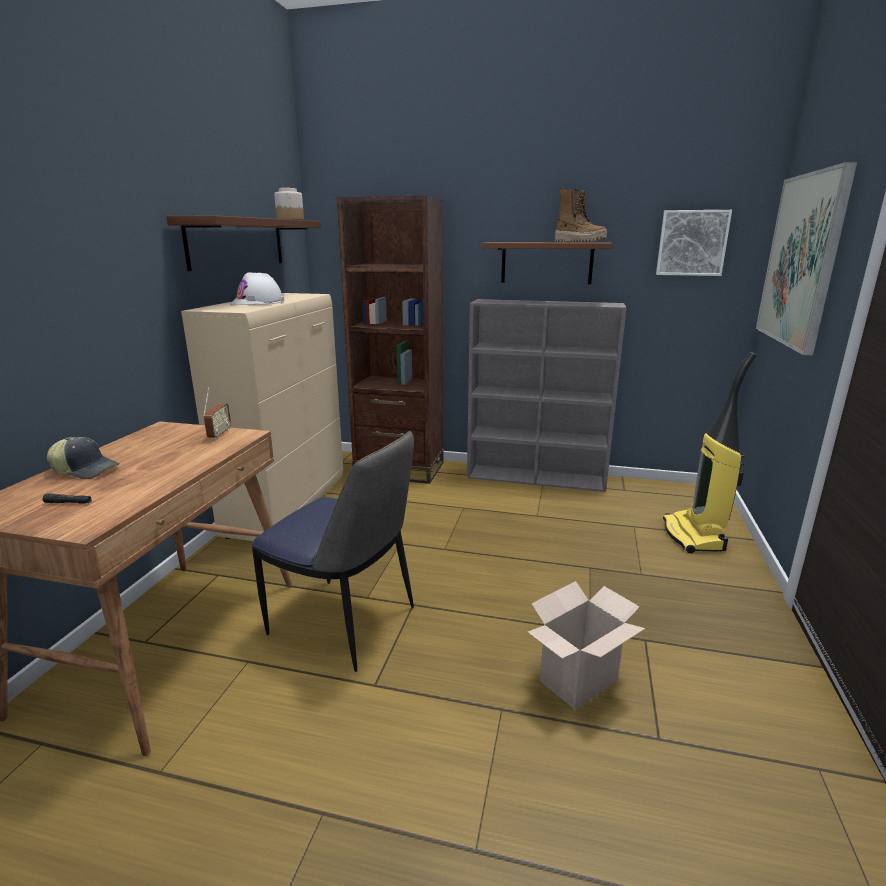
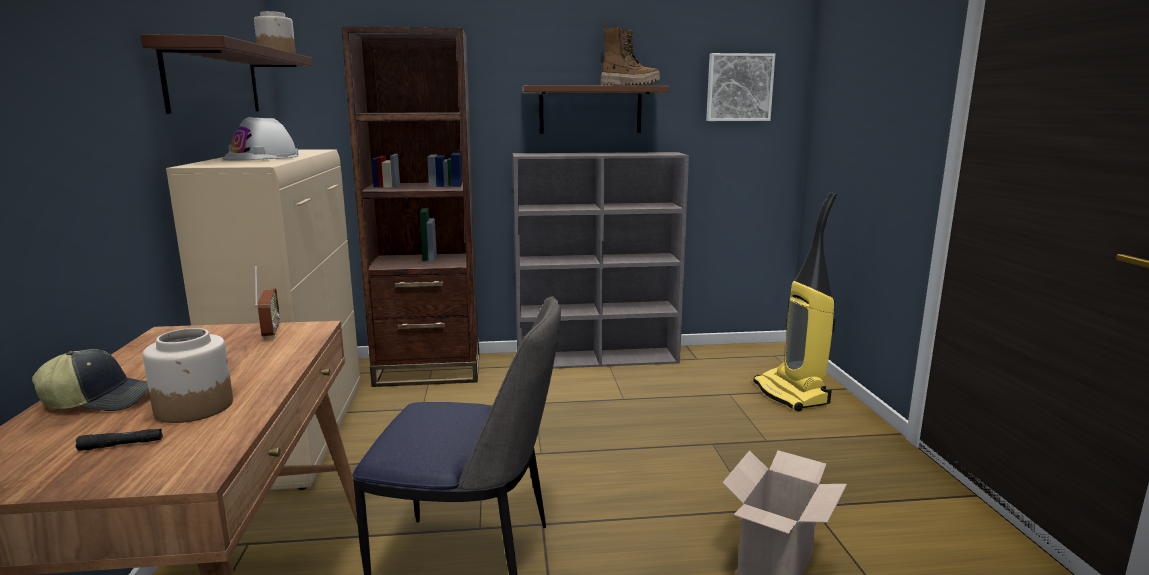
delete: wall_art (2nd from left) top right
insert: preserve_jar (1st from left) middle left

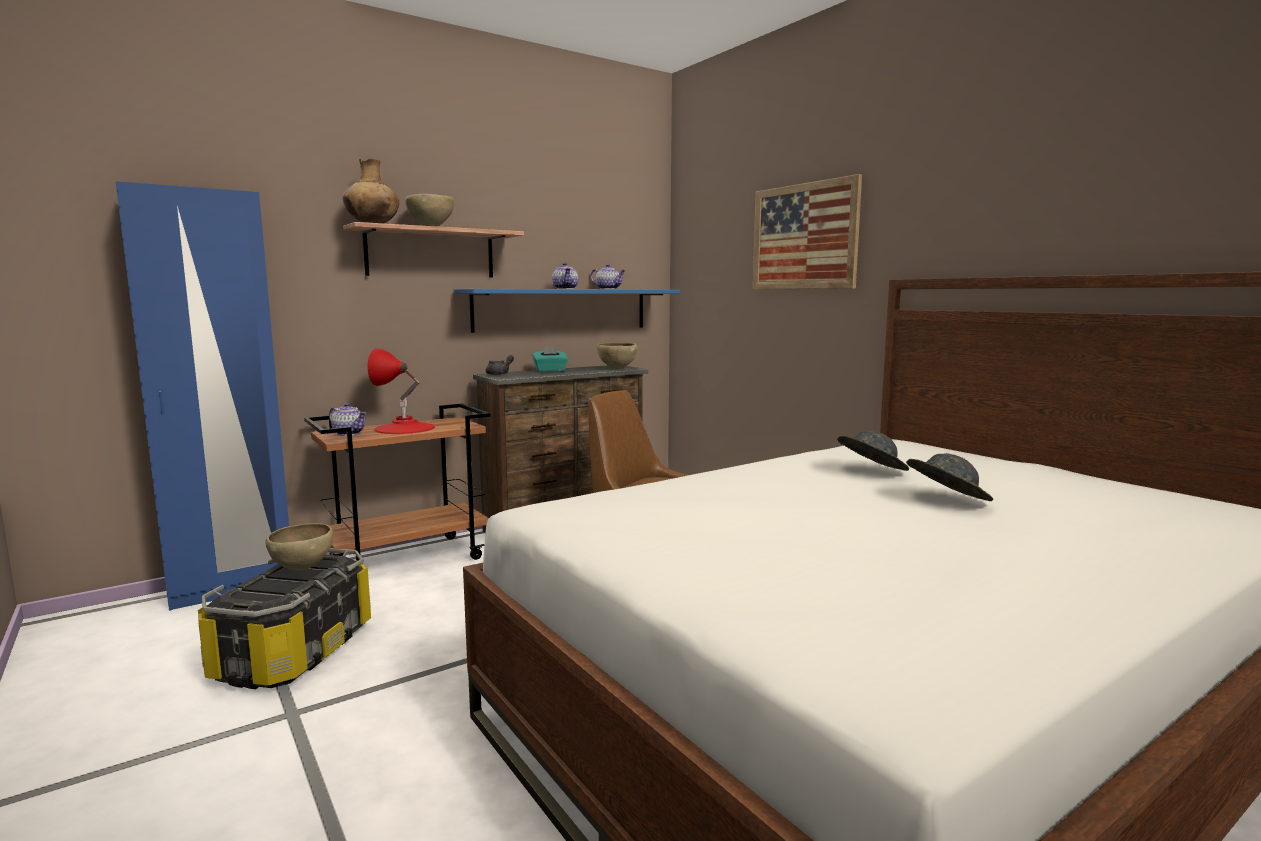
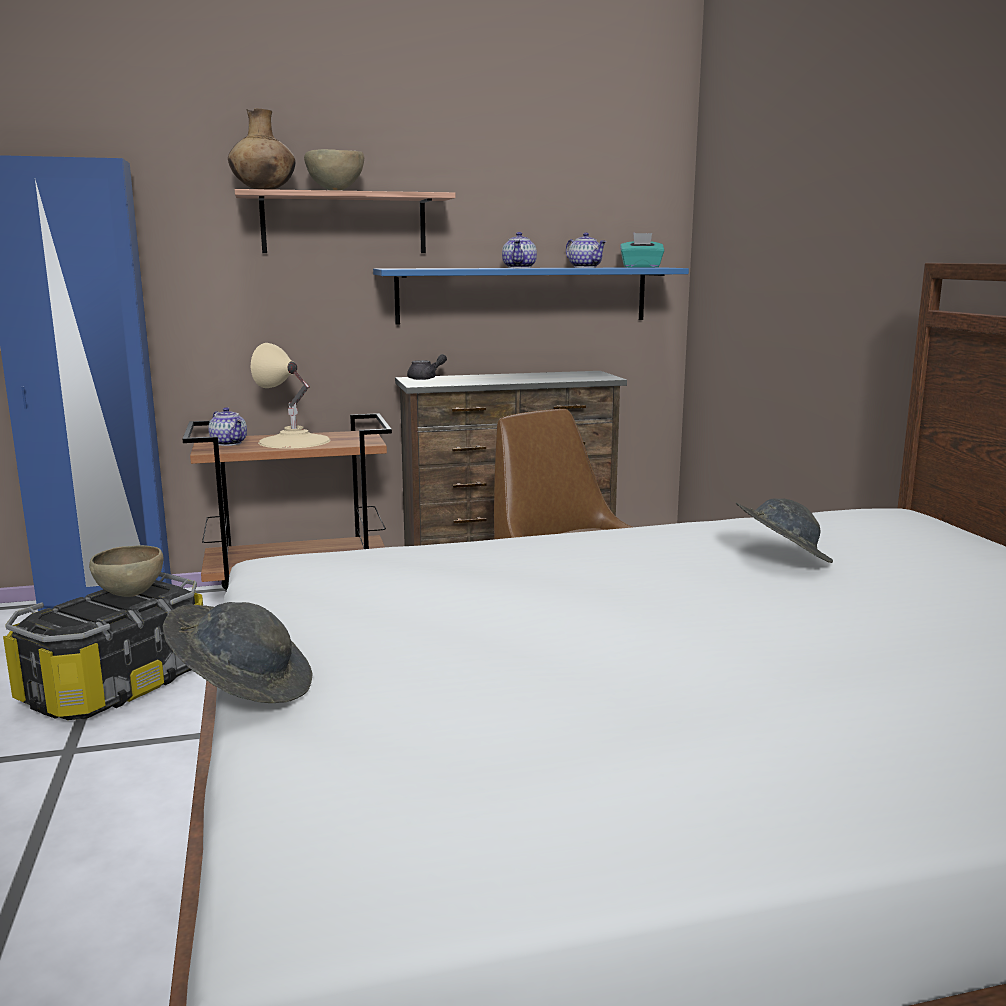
delete: wall_art top centre; brown_deep_dish (3rd from left) centre
move: blue-green_tissue_box centre to top centre; gray_wearable_hat (2nd from left in the first image) middle right to gray_wearable_hat (1st from left) middle left
recolor: red-coloured_table_lamp middle left to beige-coloured_table_lamp middle left

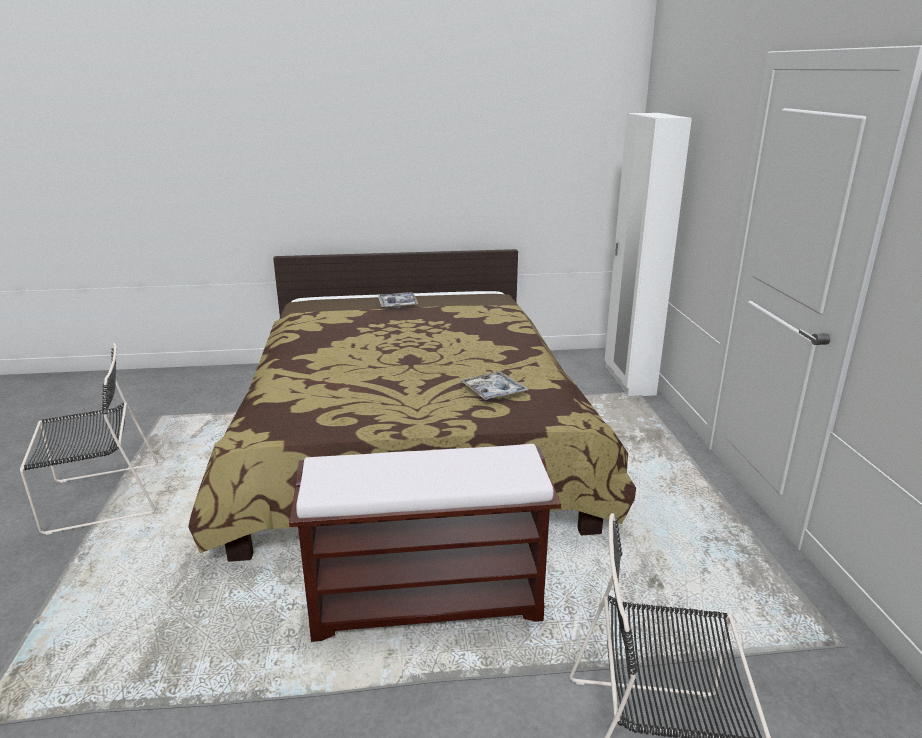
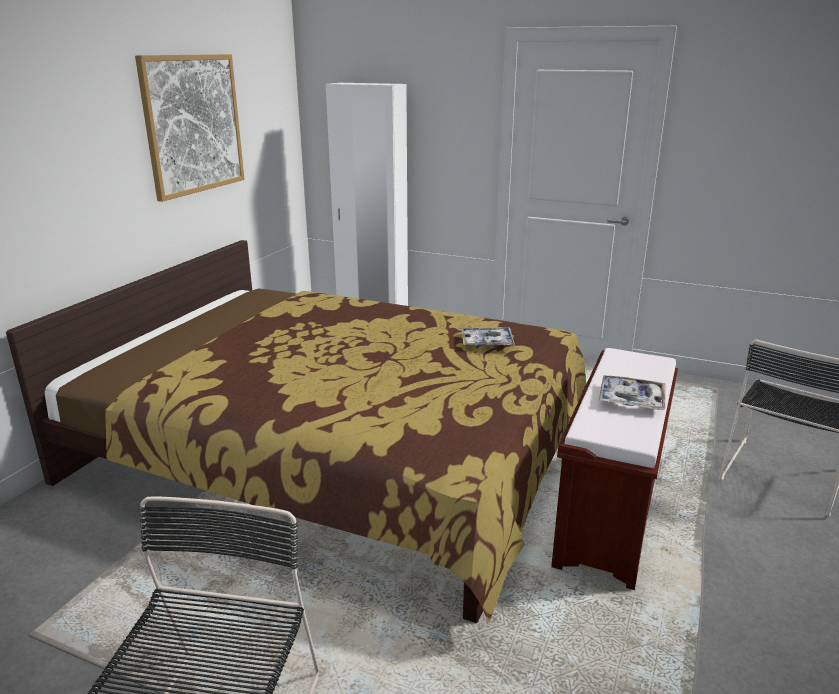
insert: wall_art top left
move: tray (1st from left in the first image) centre to tray (2nd from left) middle right

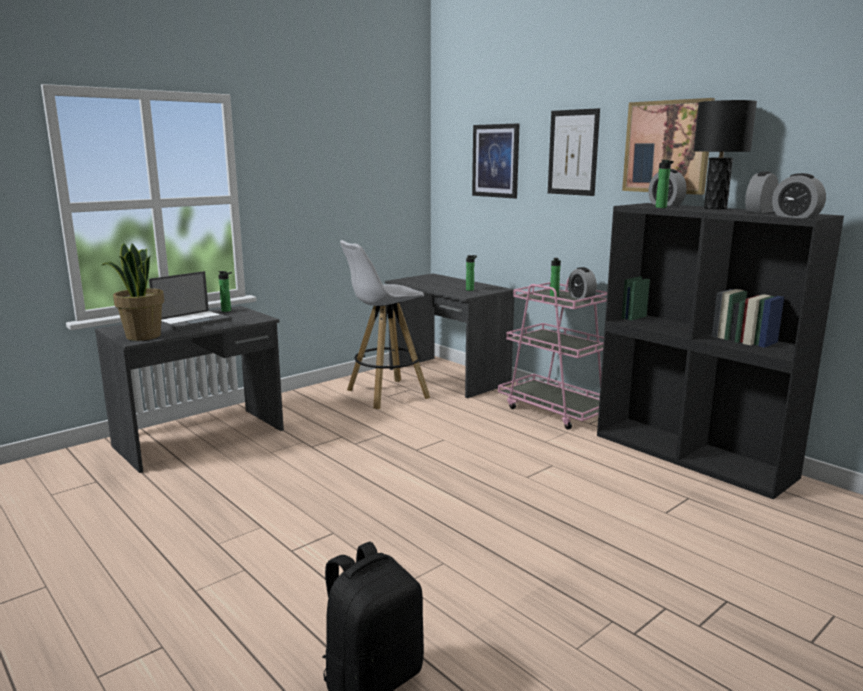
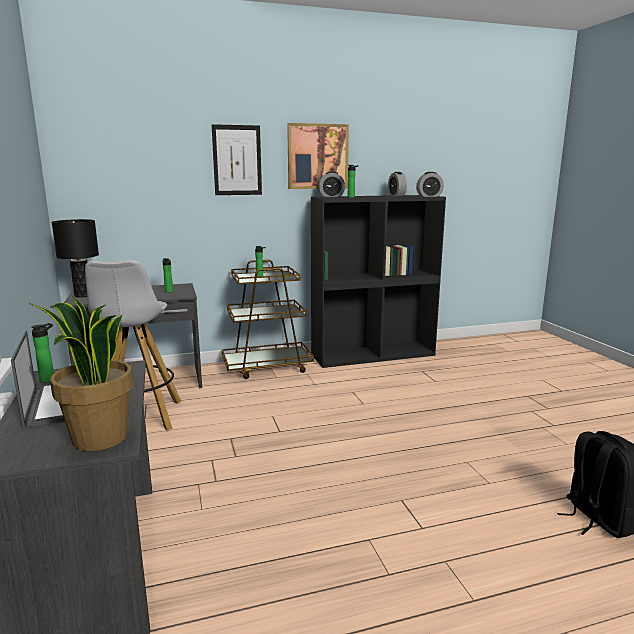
delete: wall_art (1st from left) top centre; bedside_clock (1st from left) middle right
move: blackish_table_lamp top right to middle left
recolor: pink_trolley centre to brown_trolley centre

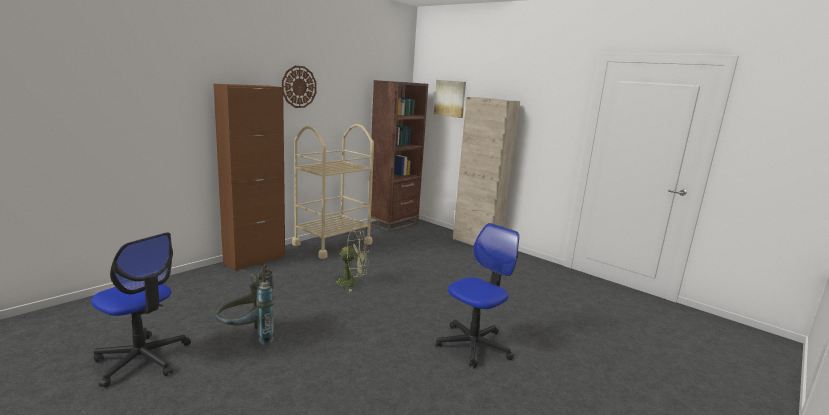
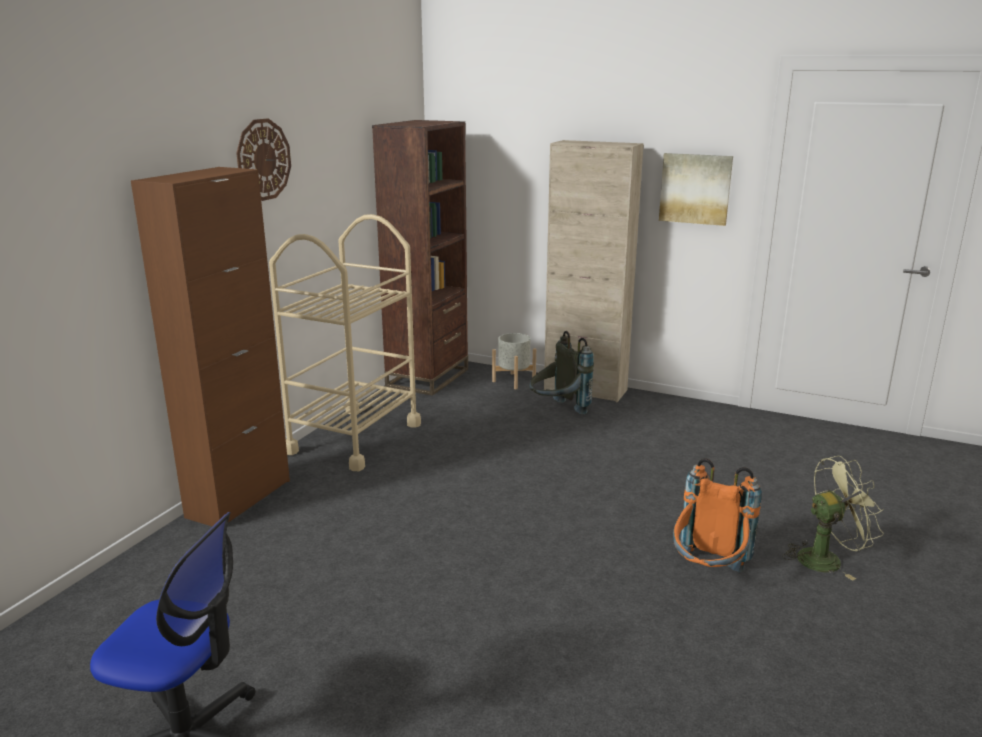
insert: gray_planter centre
move: wall_art top centre to top right; green-coloured_fan centre to bottom right; gray_backpack bottom left to centre
replace: office_chair (2nd from left) bottom centre to orangey_backpack bottom right

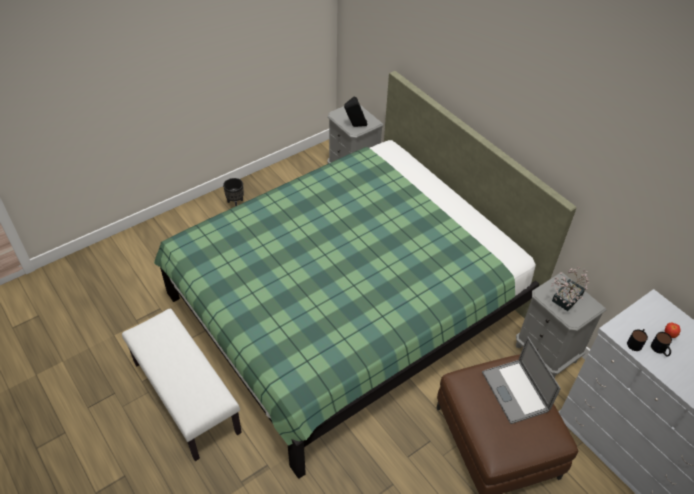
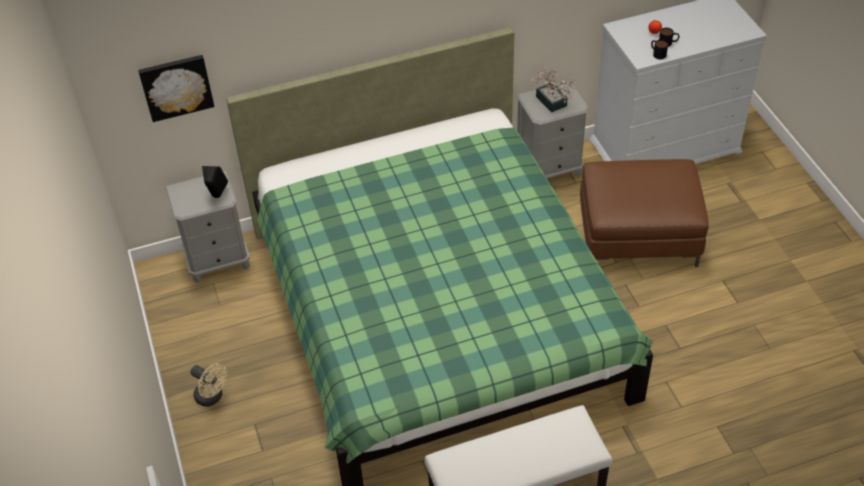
delete: portable_computer bottom right
insert: wall_art top left
replace: blackish_planter centre to beige-coloured_fan bottom left

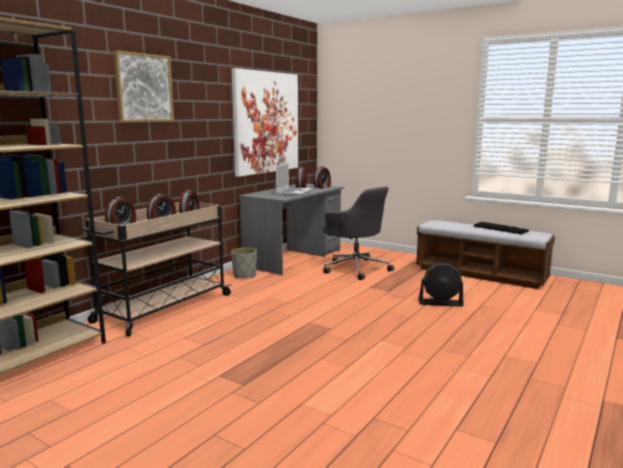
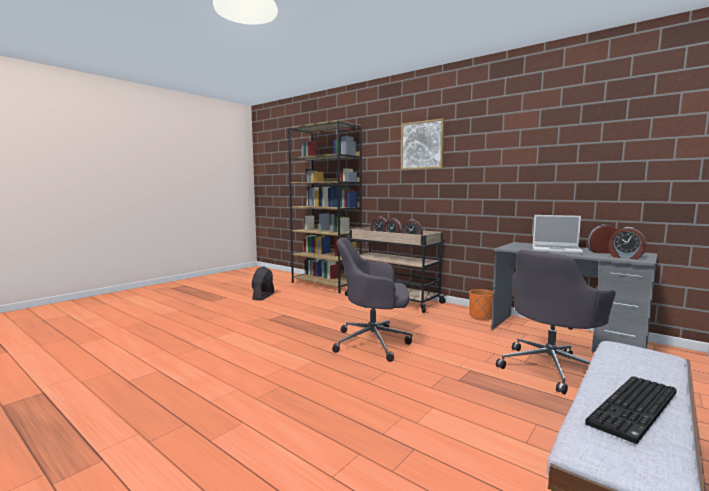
delete: wall_art (2nd from left) top centre
insert: gray_office_chair (1st from left) centre
move: blackish_fan middle right to centre
recolor: gray_planter centre to orangey_planter middle right

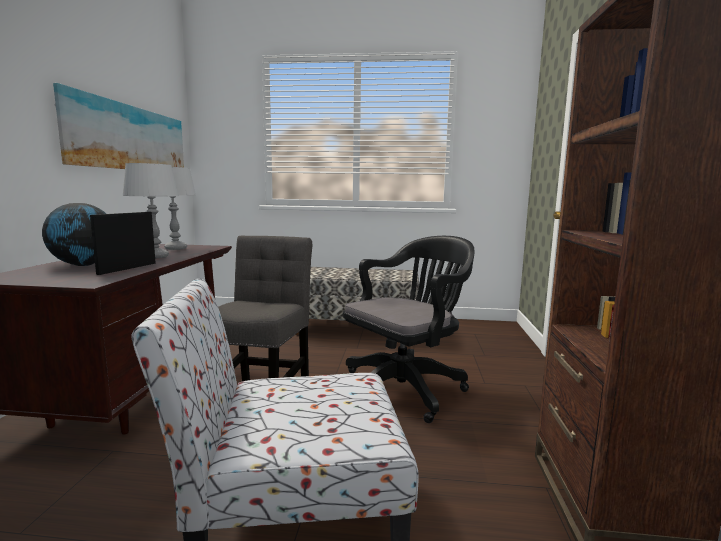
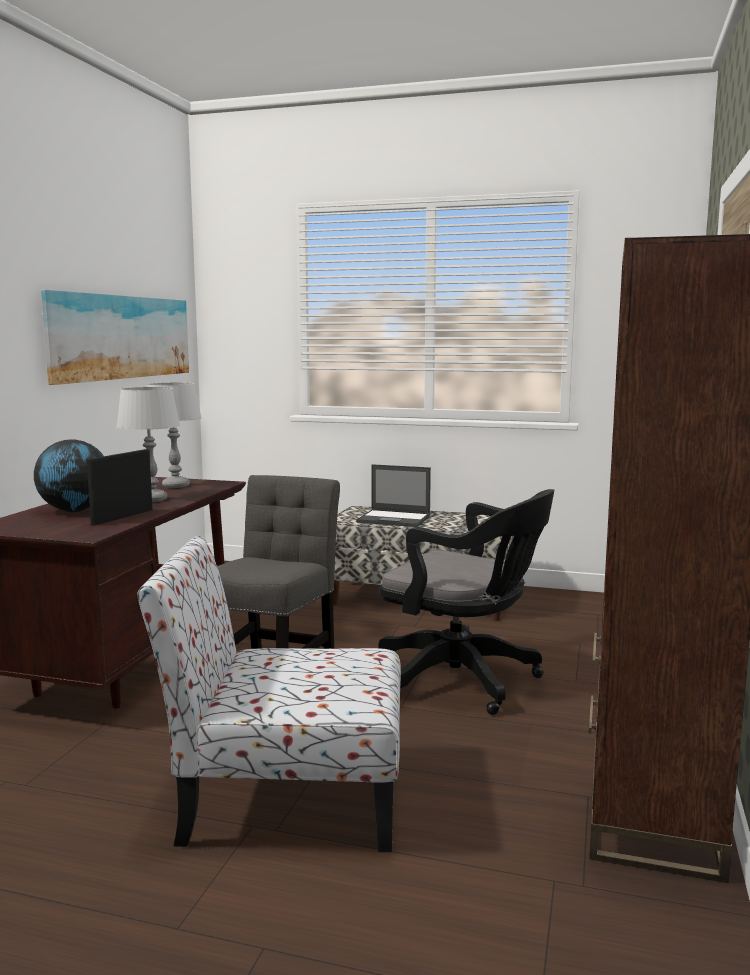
insert: portable_computer centre
rotate: blackish_office_chair centre = centre 60 degrees clockwise

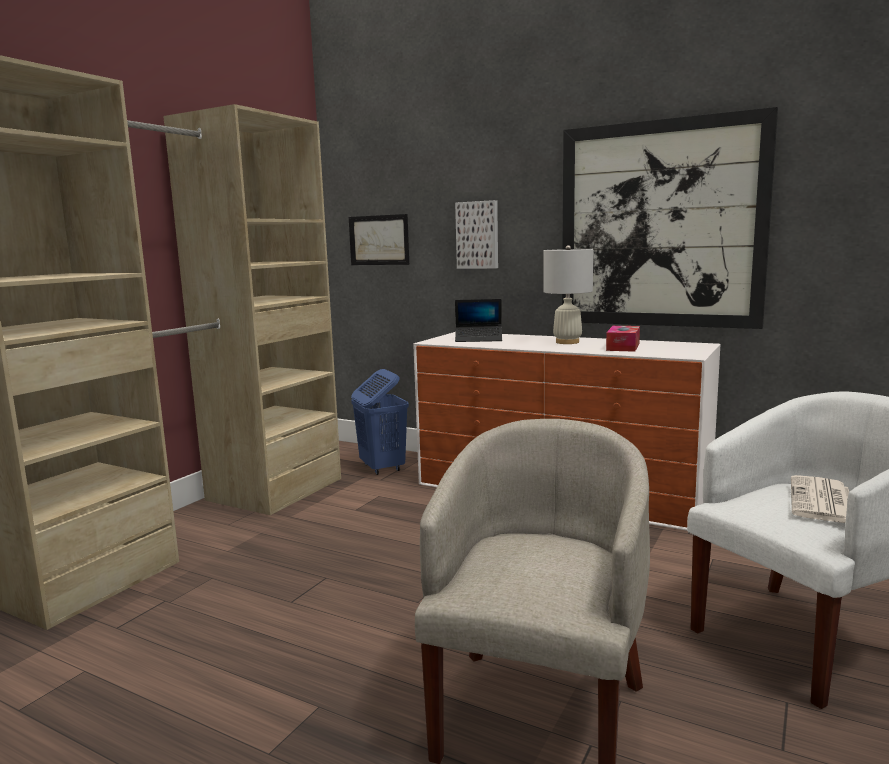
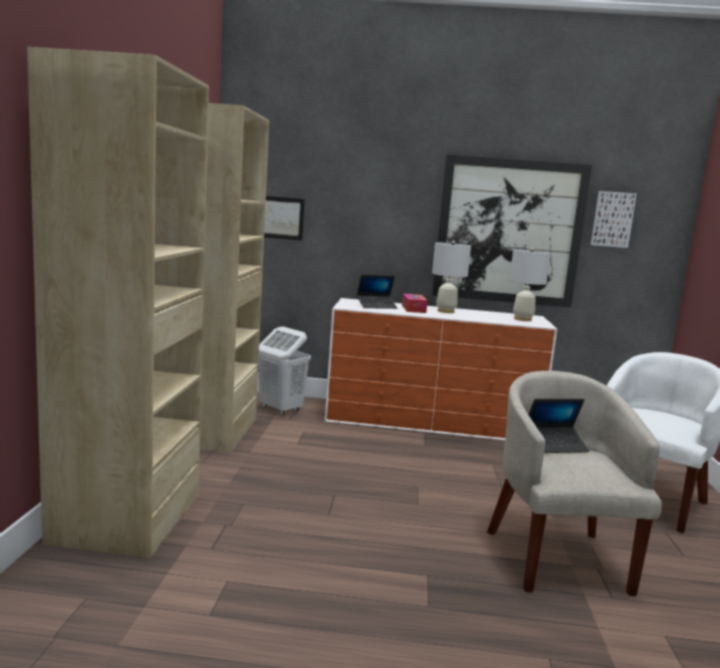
delete: daily_paper middle right
insert: white-coloured_table_lamp (2nd from left) middle right; portable_computer (2nd from left) middle right
move: wall_art (2nd from left in the first image) top centre to wall_art (3rd from left) top right; tissue_box middle right to centre
recolor: blue-coloured_hamper centre to white-coloured_hamper centre

